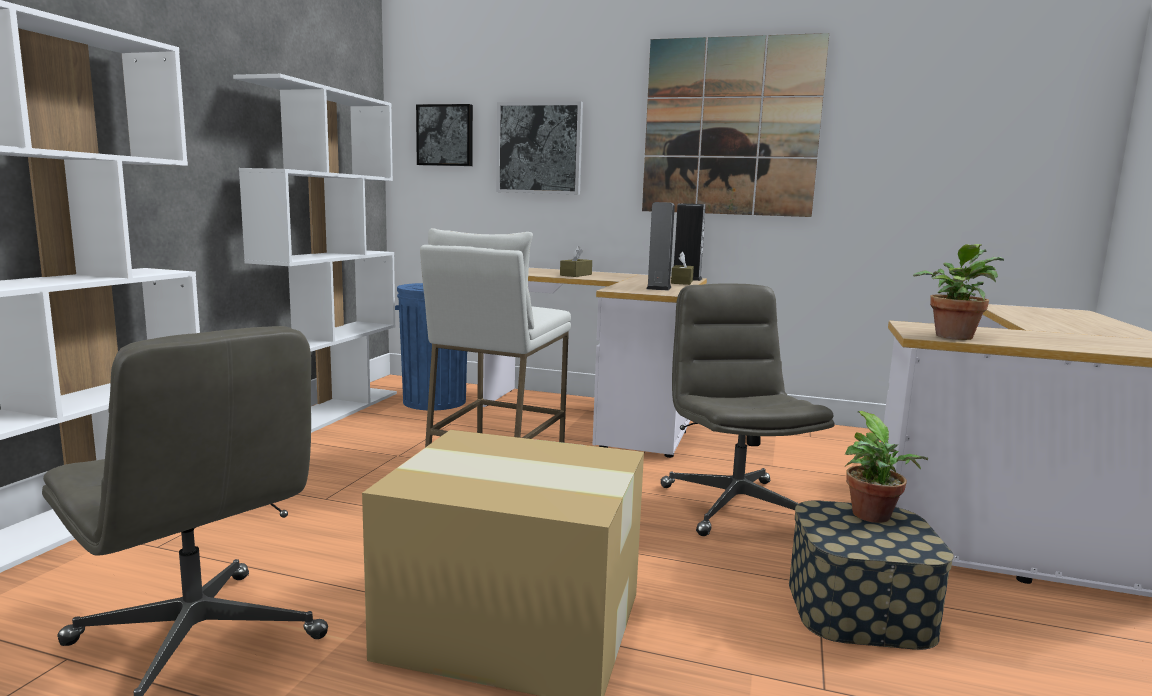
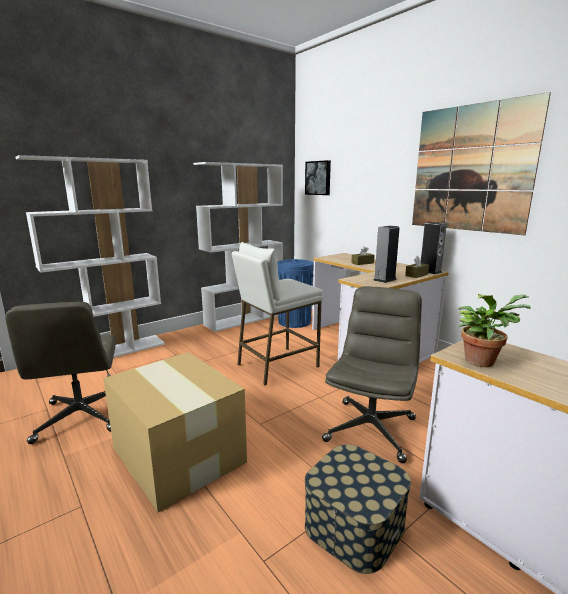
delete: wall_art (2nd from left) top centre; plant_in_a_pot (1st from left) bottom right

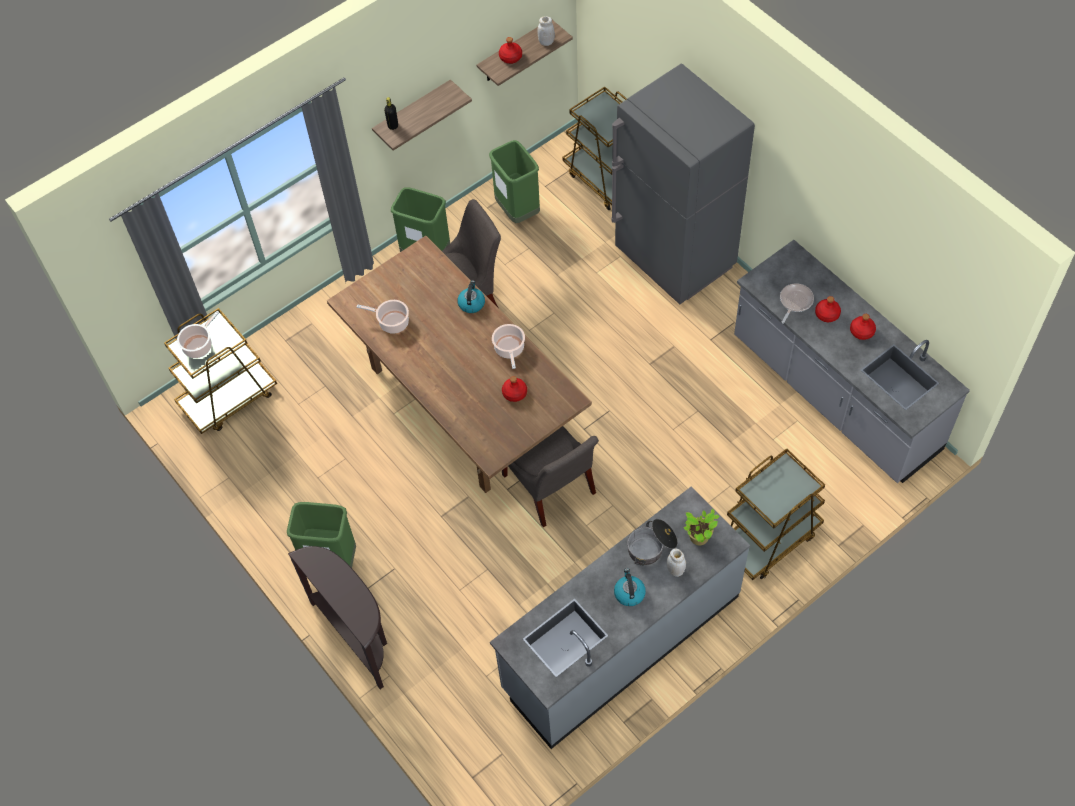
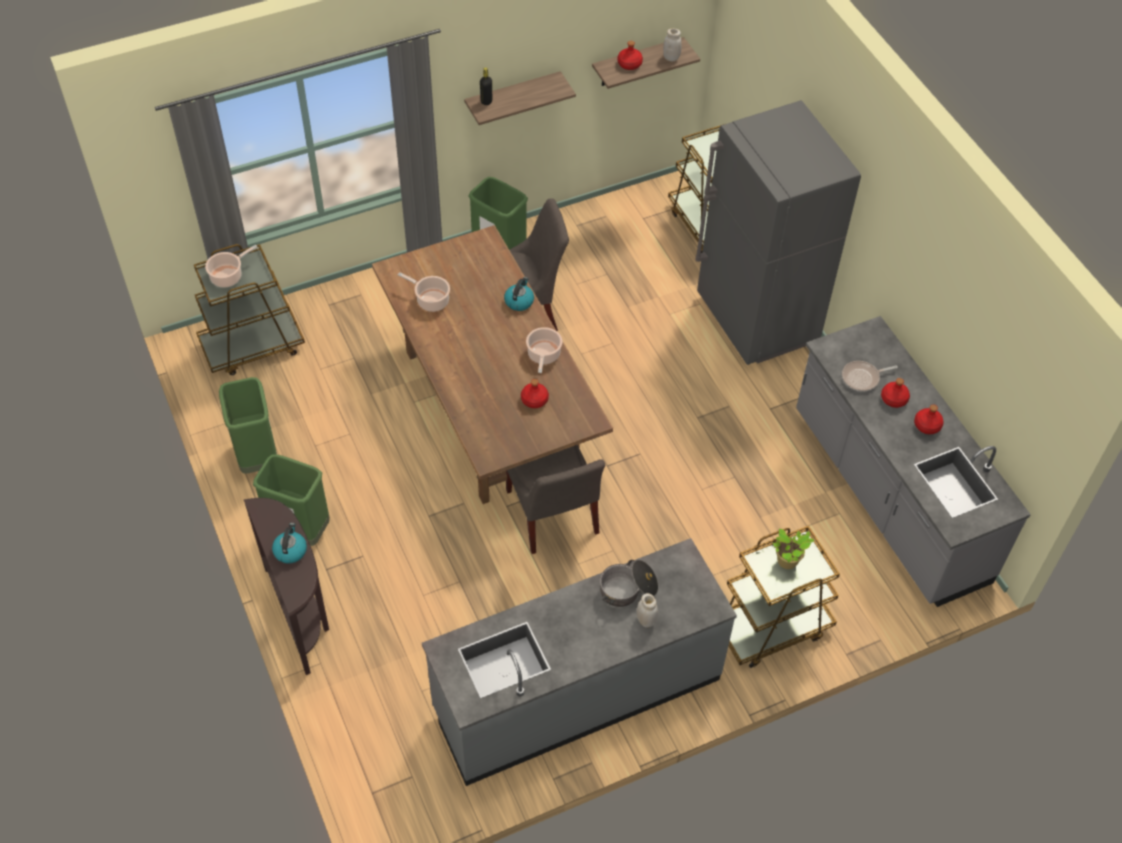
move: green-coloured_waste_bin (3rd from left in the first image) top centre to green-coloured_waste_bin (1st from left) middle left; plant_in_a_pot centre to middle right; water_kettle (2nd from left in the first image) bottom centre to water_kettle (1st from left) middle left
rotate: skillet middle right = middle right 150 degrees counterclockwise

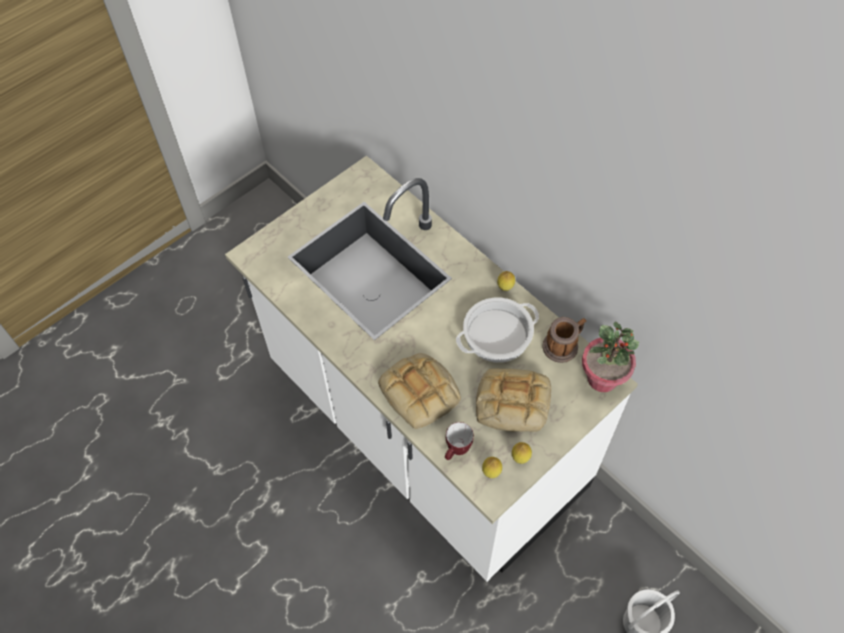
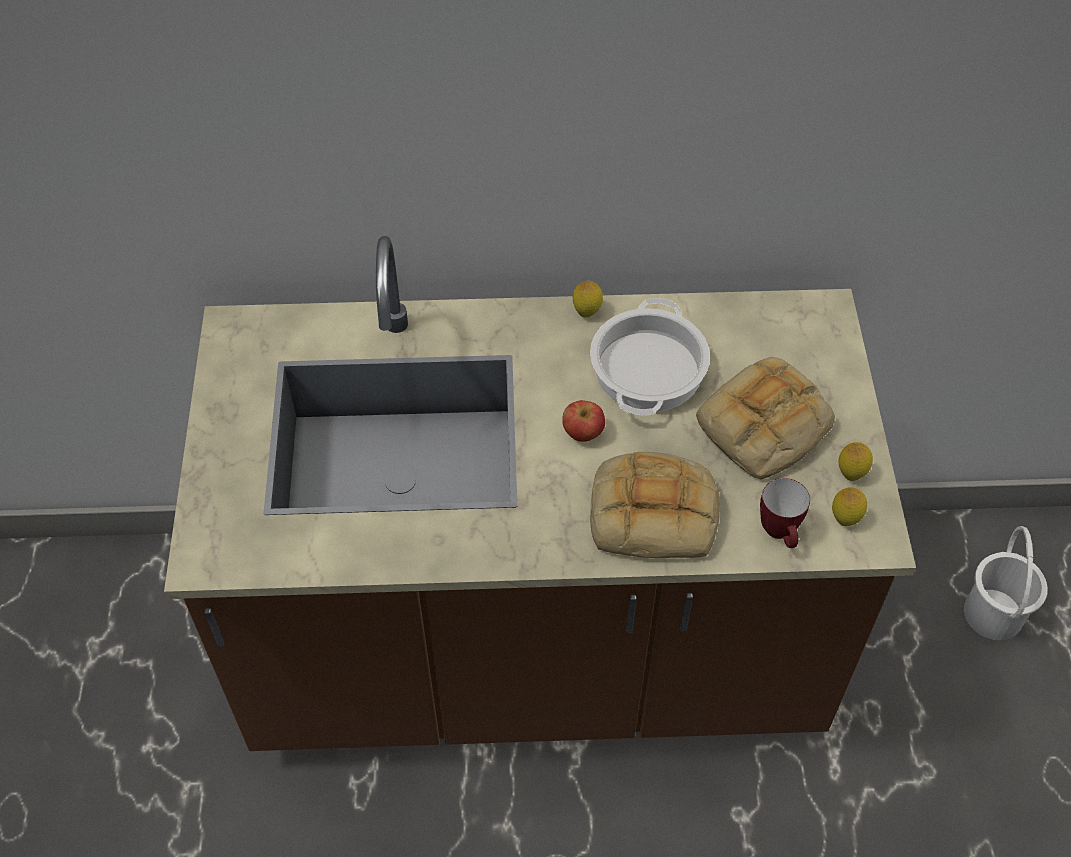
delete: mug (2nd from left) middle right; plant_in_a_pot middle right
insert: whole_apple centre
recolor: white-coloured_counter centre to brown_counter centre

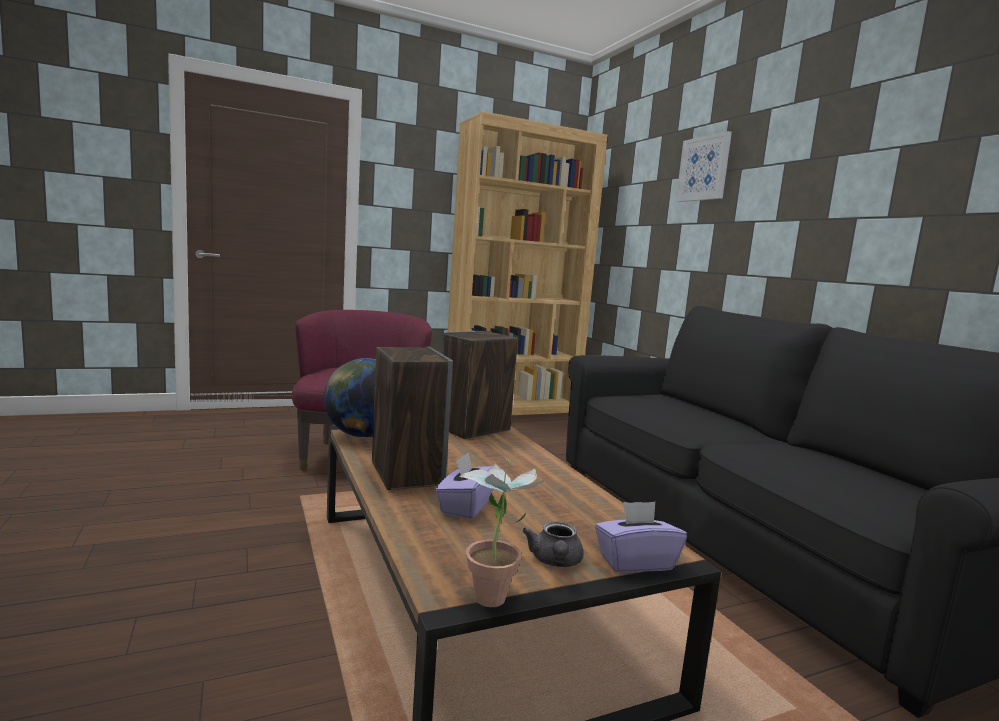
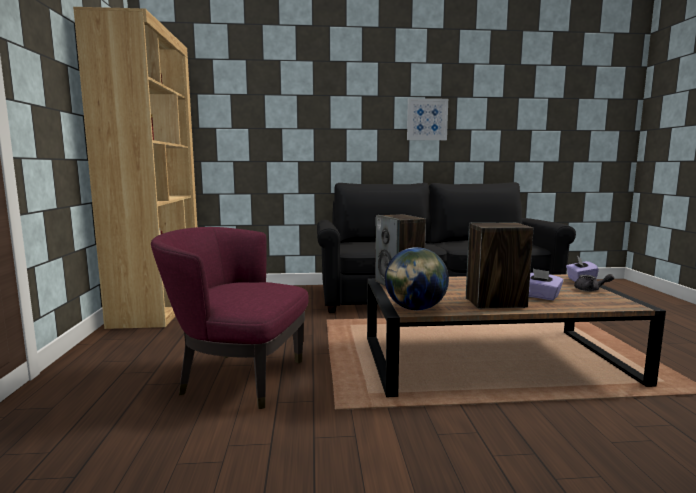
delete: plant_in_a_pot bottom centre
move: wall_art top right to top centre

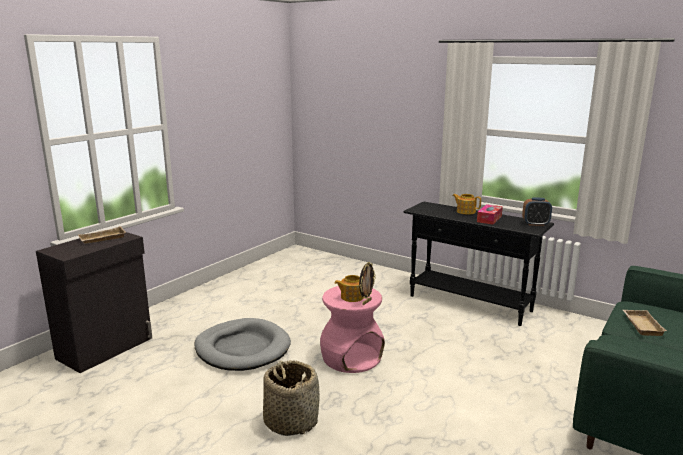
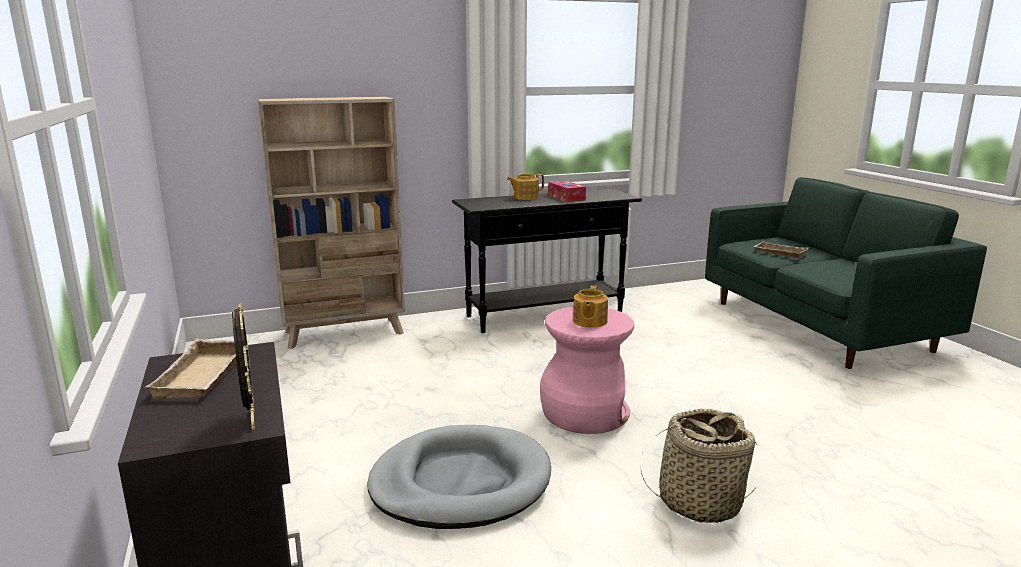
delete: bedside_clock middle right
insert: beige-coloured_shelving_unit middle left
move: standing_frame centre to middle left

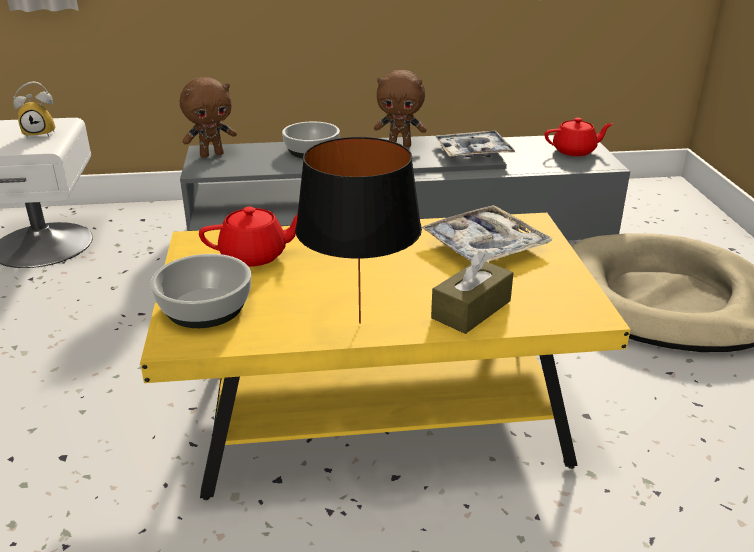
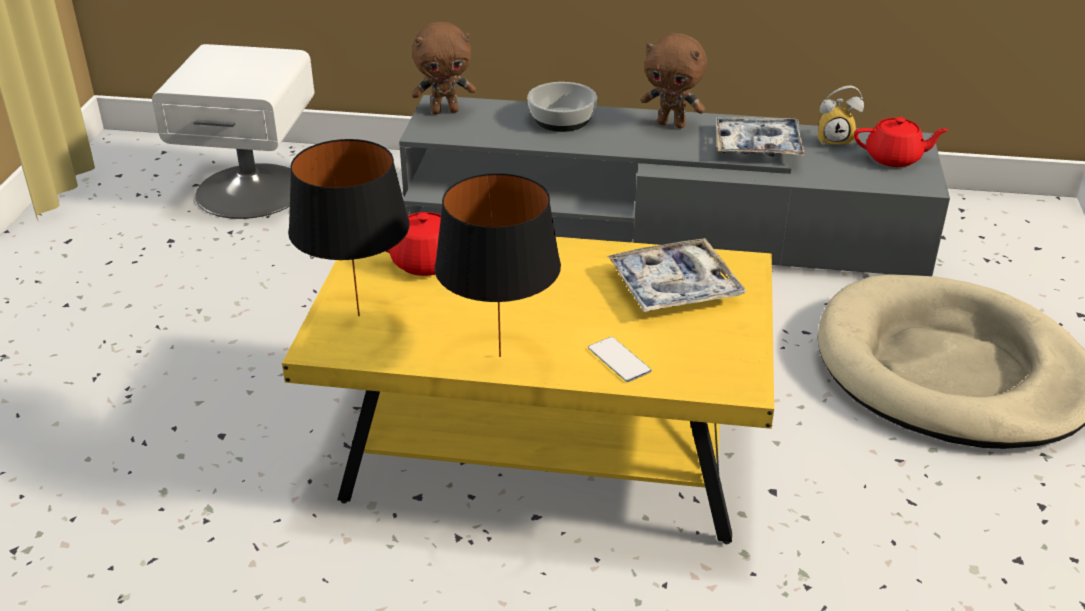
move: bedside_clock top left to top right
replace: brown_tissue_box centre to telephone centre; deep_dish (1st from left) middle left to blackish_table_lamp (1st from left) middle left

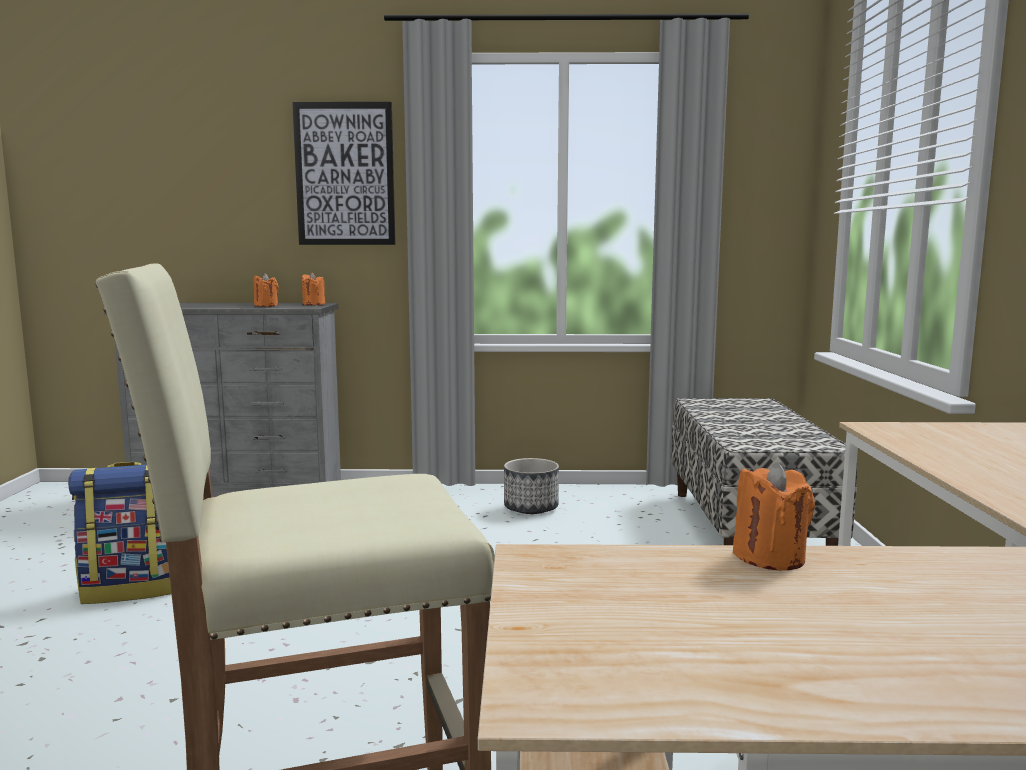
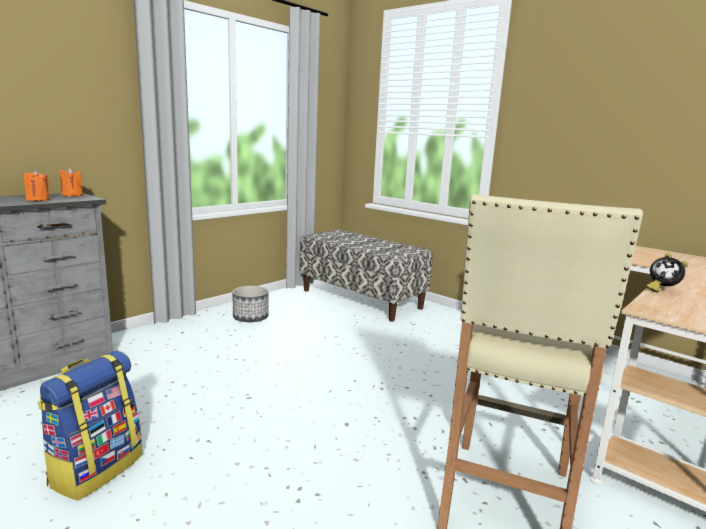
delete: wall_art top centre
replace: orangey_wax_candle (3rd from left) bottom right to bedside_clock middle right

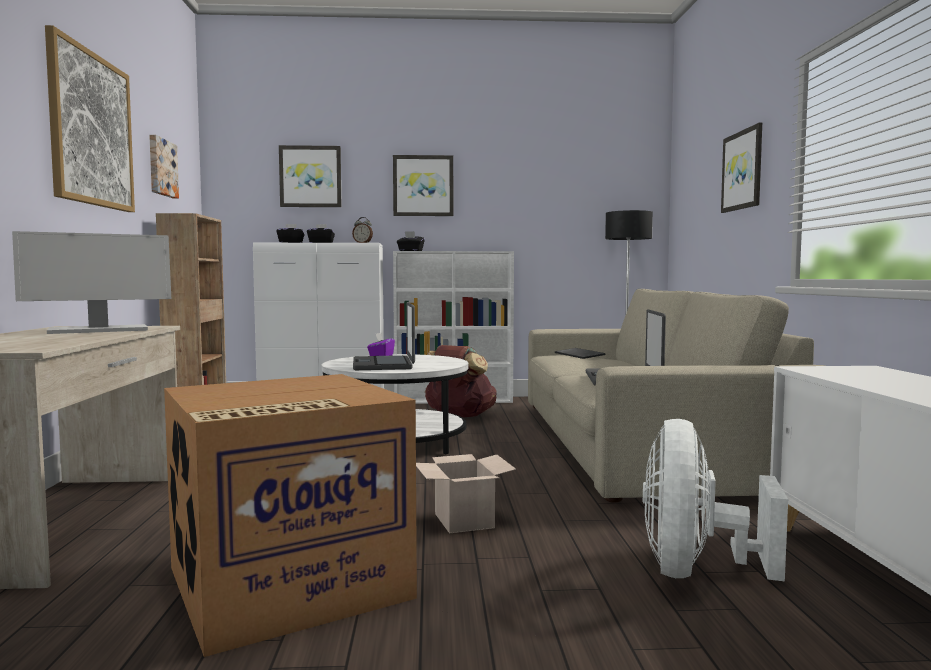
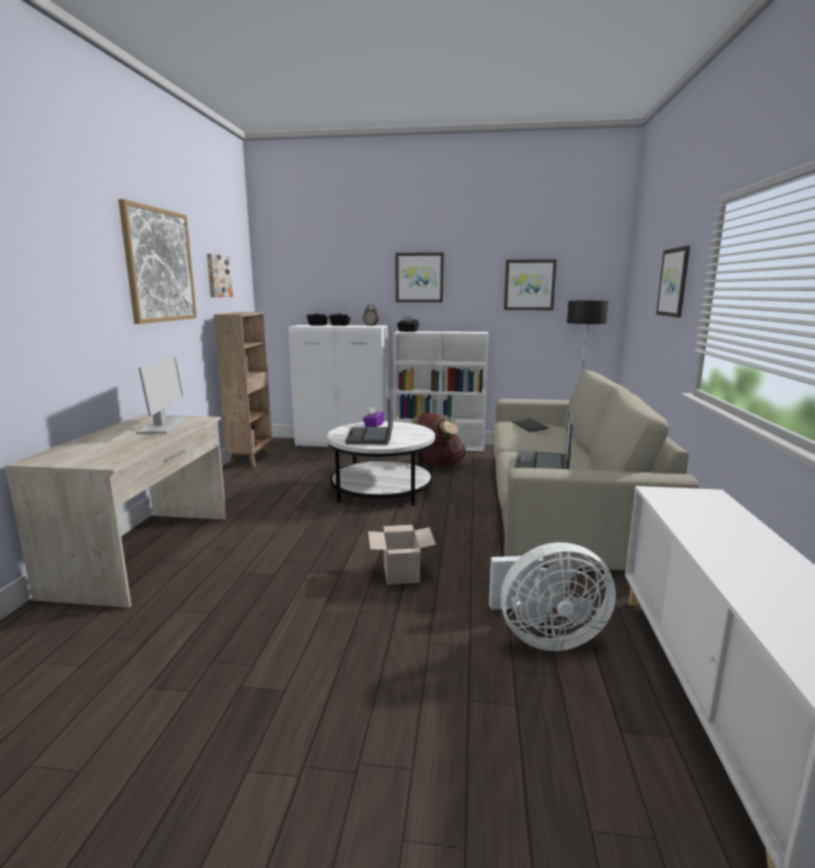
delete: packing_box (1st from left) bottom left
move: wall_art (3rd from left in the first image) top left to wall_art (4th from left) top centre
rotate: computer_display middle left = middle left 75 degrees counterclockwise; white-coloured_fan bottom right = bottom right 120 degrees counterclockwise

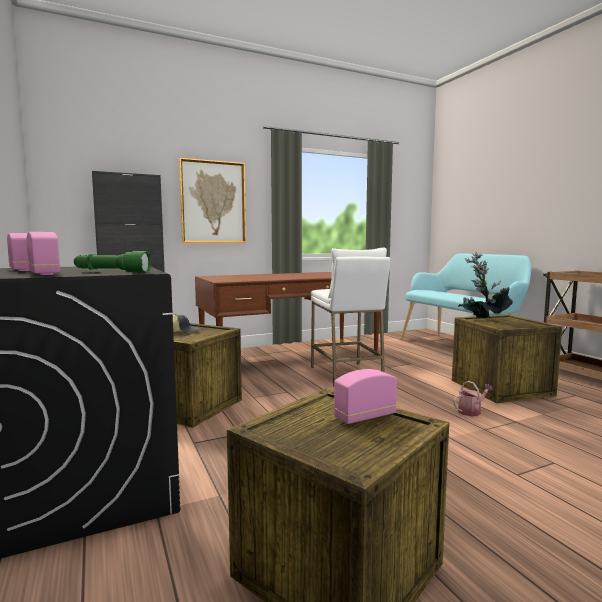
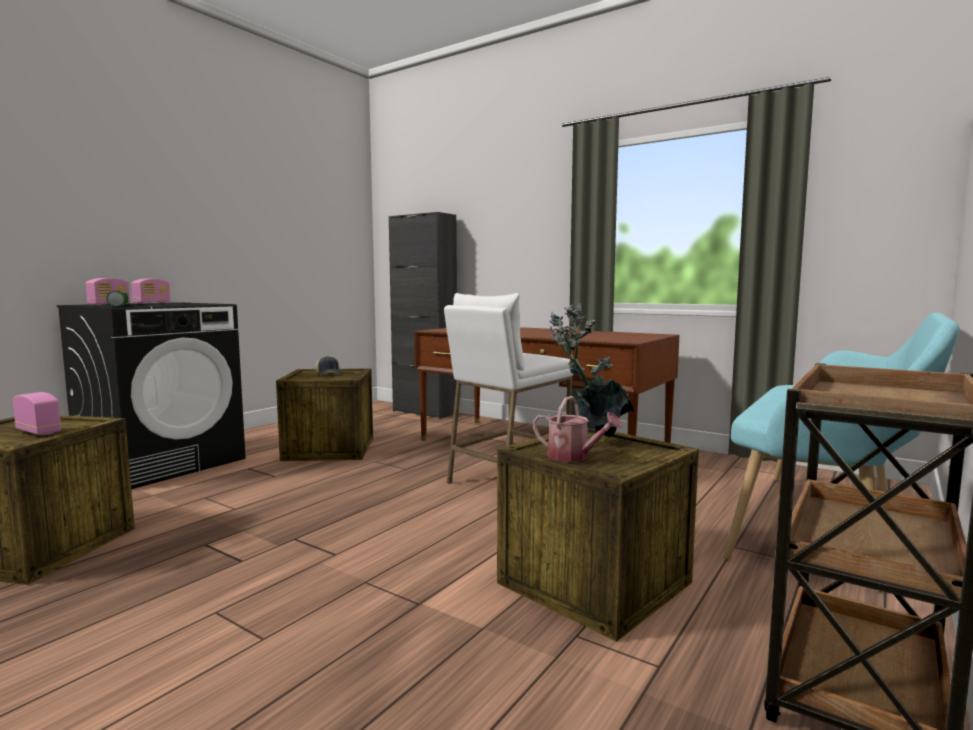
delete: wall_art top centre
move: sprinkling_can middle right to centre

